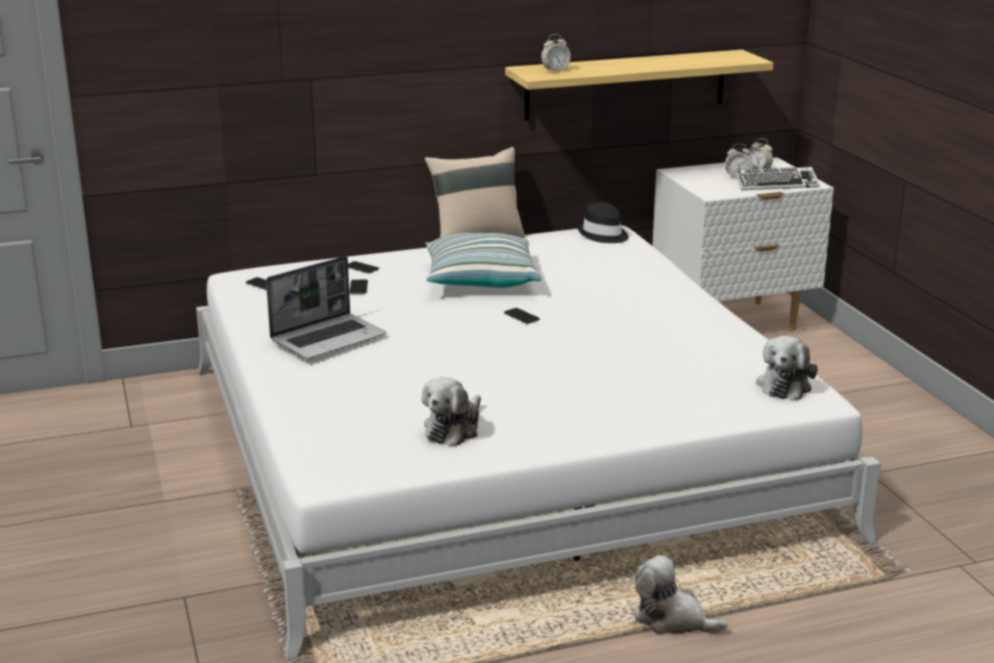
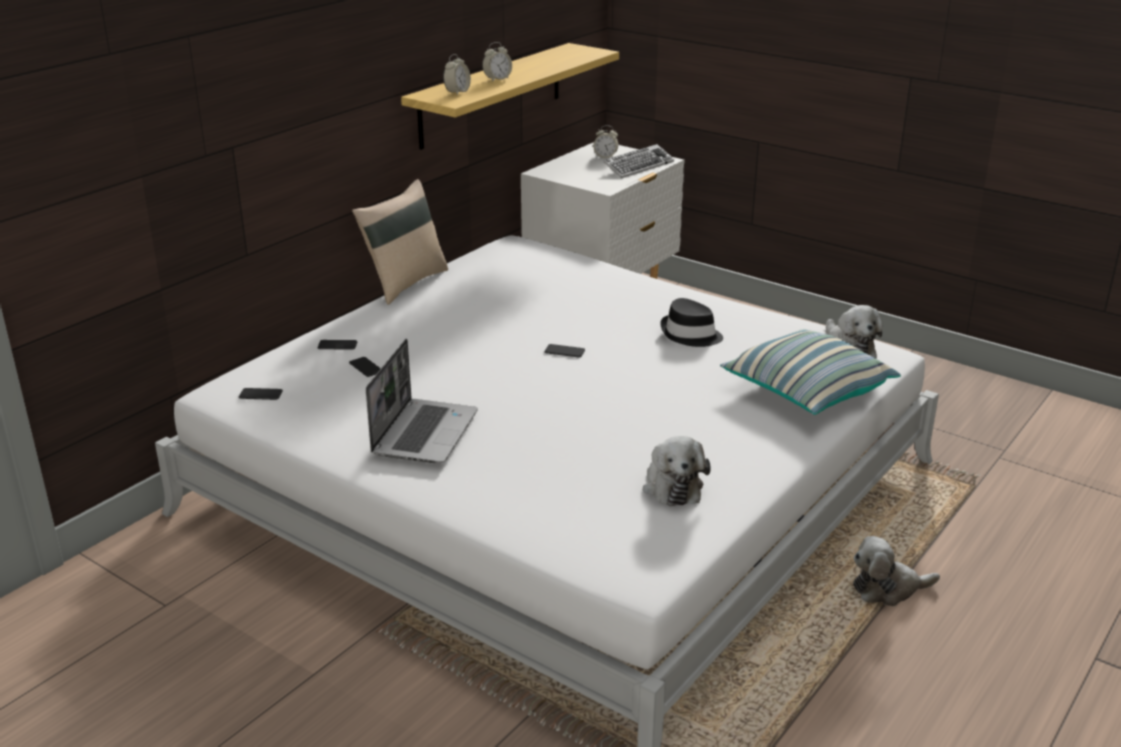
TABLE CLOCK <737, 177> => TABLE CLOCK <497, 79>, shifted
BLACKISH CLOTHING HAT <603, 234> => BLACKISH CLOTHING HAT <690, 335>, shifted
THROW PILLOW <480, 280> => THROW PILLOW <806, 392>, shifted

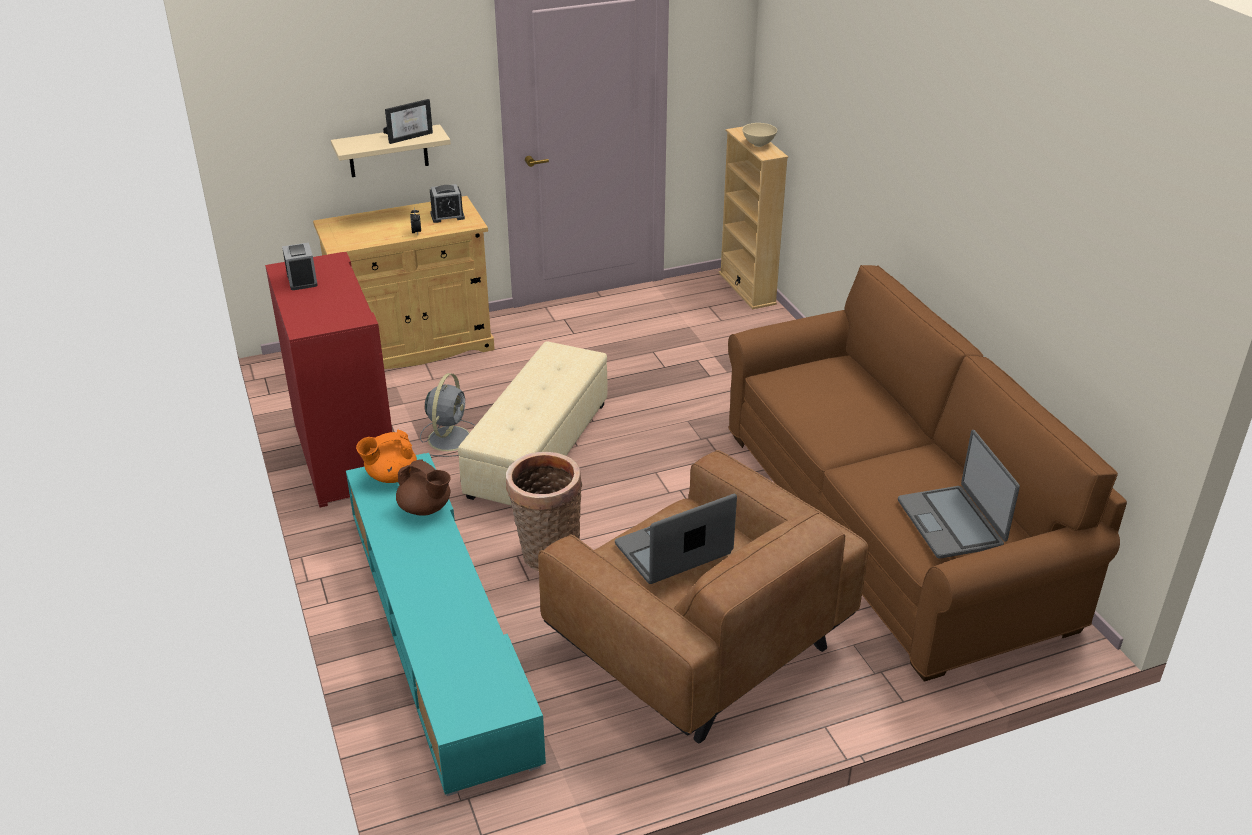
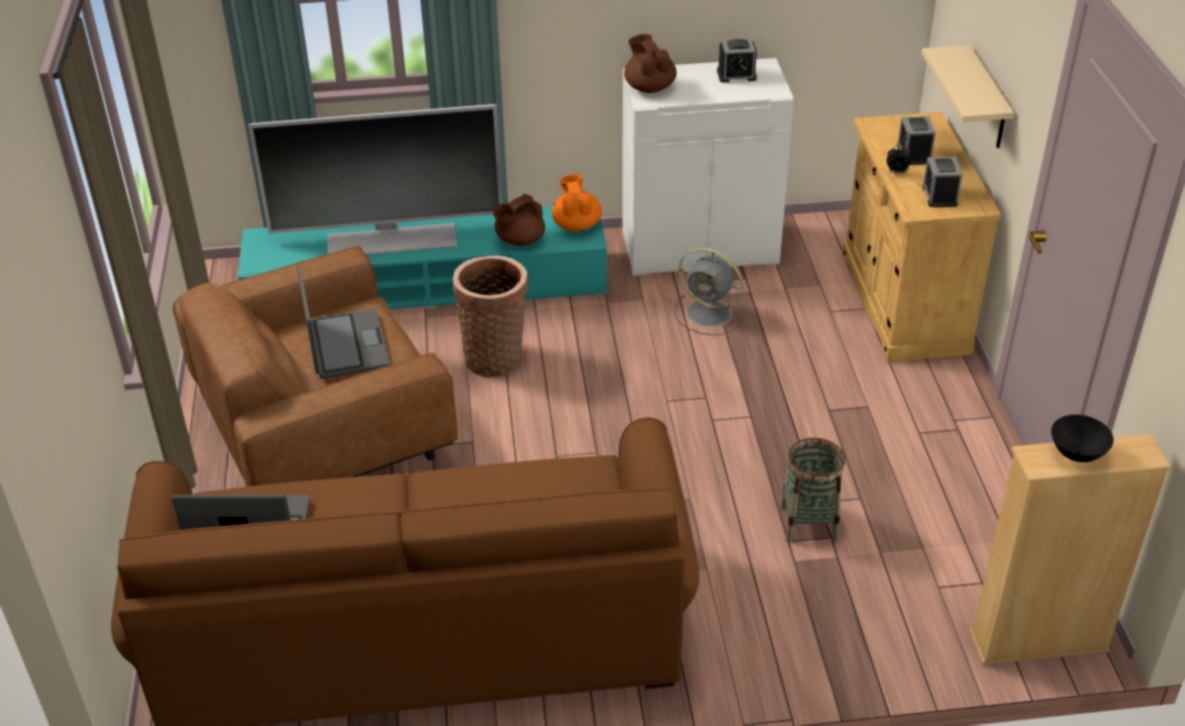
nothing => TV SET <391, 239>
REDDISH CABINET <343, 455> => WHITE-COLOURED CABINET <700, 247>
nothing => BROWN-COLOURED TEAPOT <649, 87>
nothing => BASKET <808, 523>
nothing => TABLE CLOCK <913, 154>
BEIGE BOWL <758, 144> => BLACKISH BOWL <1077, 455>
PHOTO FRAME <409, 136> => nothing
BEIGE OTTOMAN <538, 449> => nothing

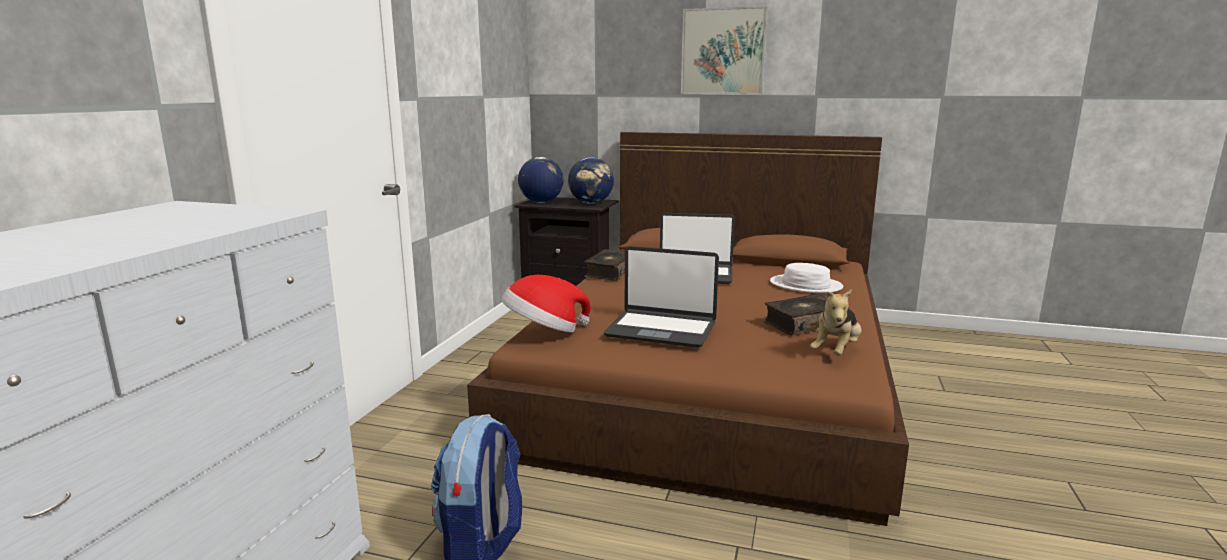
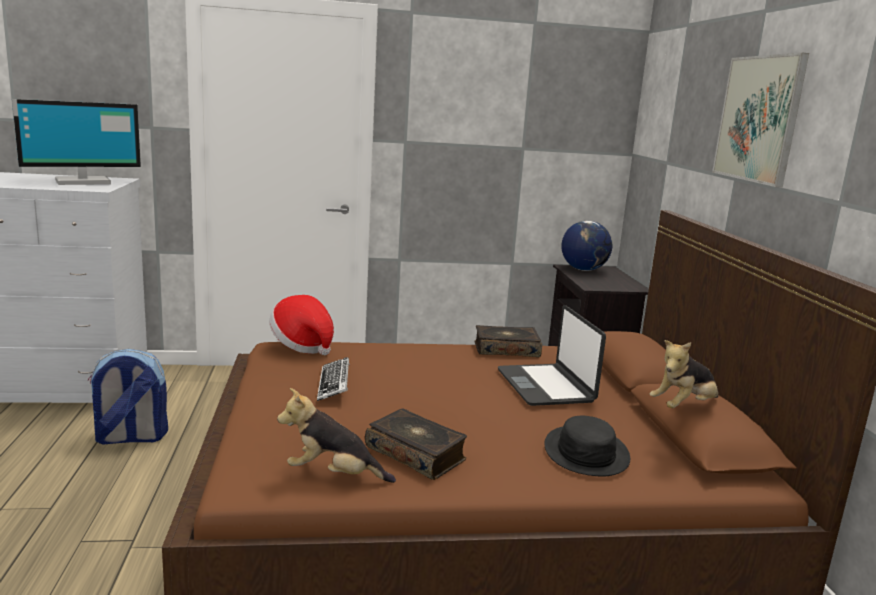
nothing => COMPUTER SCREEN <82, 181>
PORTABLE COMPUTER <661, 330> => PC KEYBOARD <334, 384>
WHITE-COLOURED CLOTHING HAT <805, 285> => BLACKISH CLOTHING HAT <585, 452>
nothing => CUDDLY TOY <684, 407>
GLOBE <591, 203> => nothing

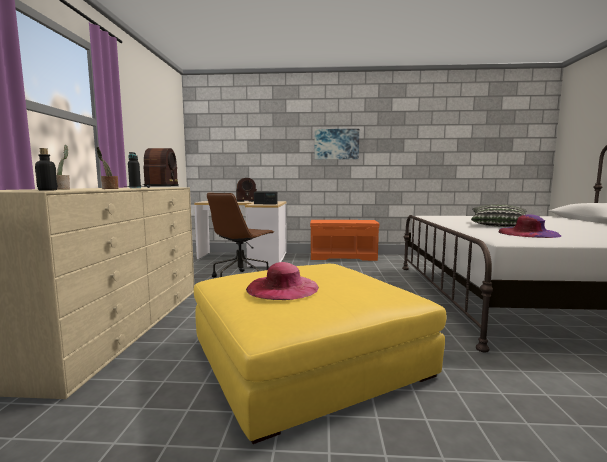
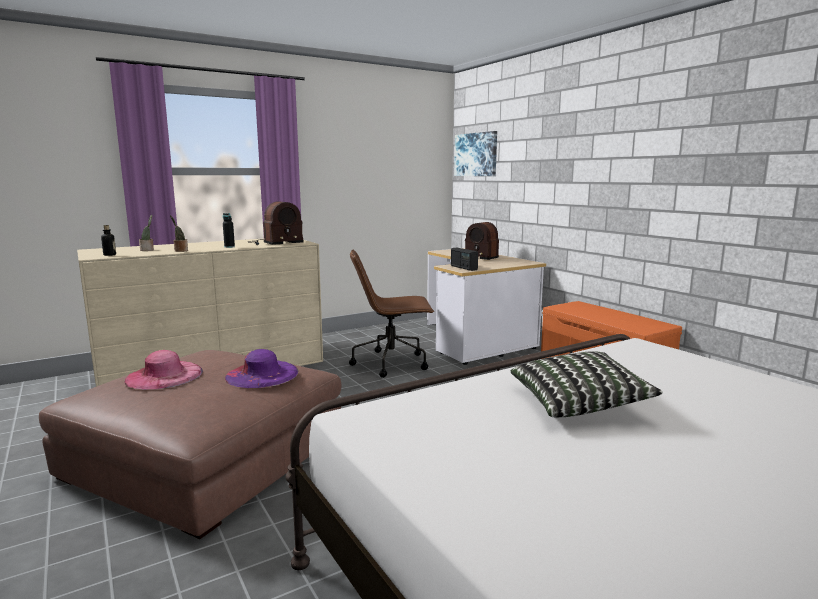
YELLOW OTTOMAN <306, 356> => BROWN-COLOURED OTTOMAN <207, 457>
PURPLE-COLOURED CLOTHING HAT <528, 233> => PURPLE-COLOURED CLOTHING HAT <262, 374>, shifted
WALL ART <336, 144> => WALL ART <476, 154>, shifted

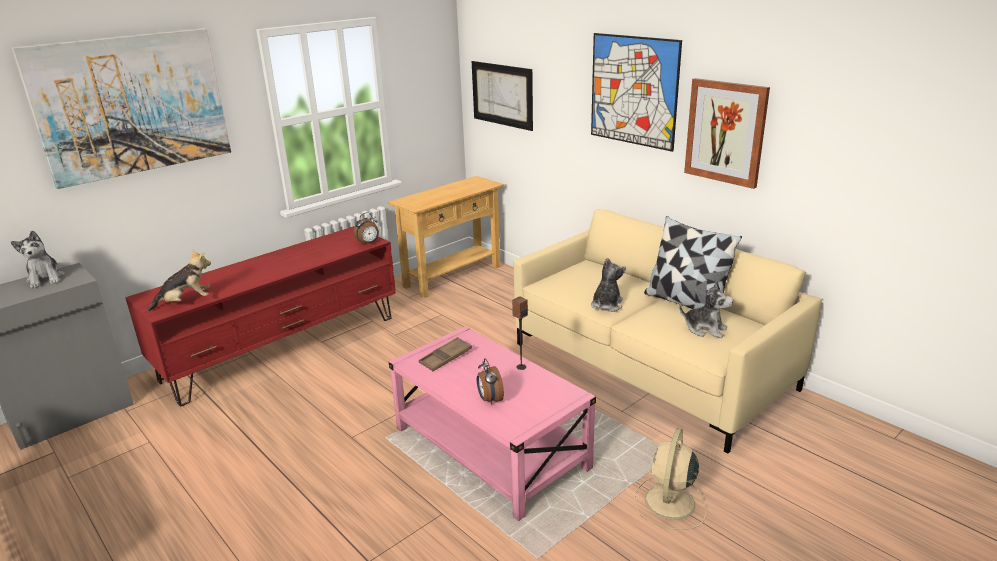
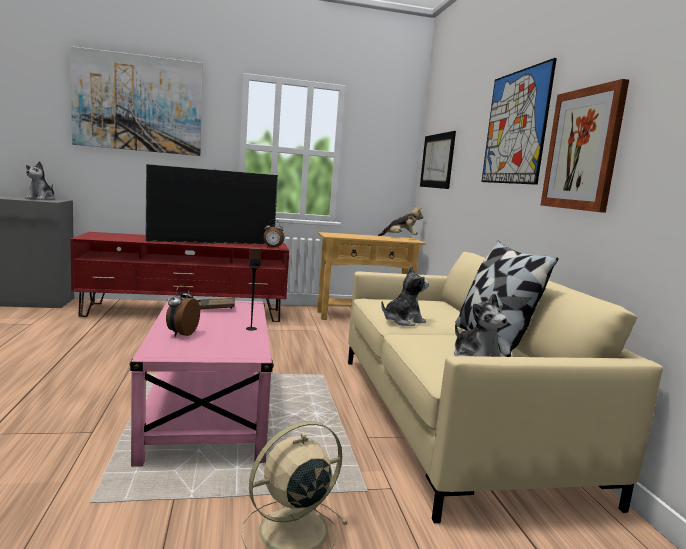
nothing => TV SET <212, 243>
CUDDLY TOY <186, 302> => CUDDLY TOY <400, 238>, shifted

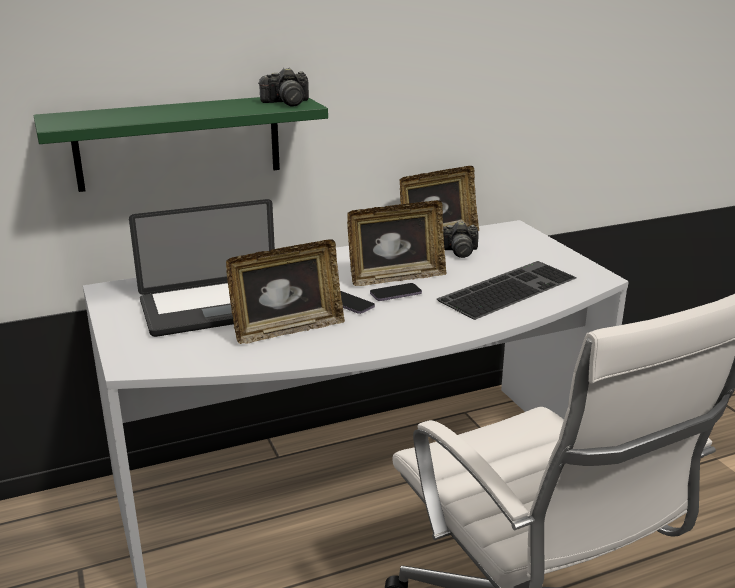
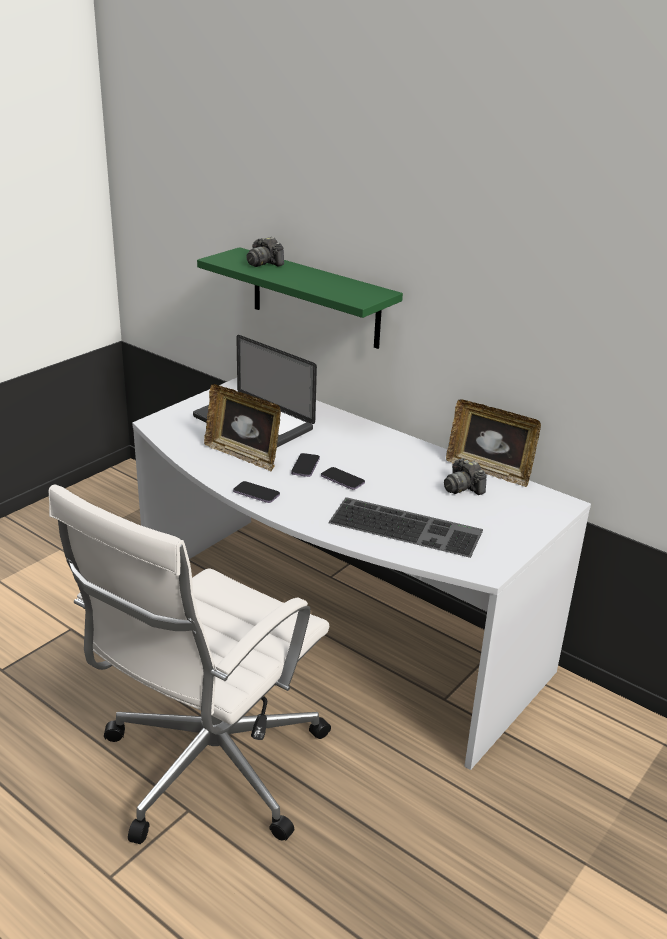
nothing => TELEPHONE <256, 494>
STILL CAMERA <287, 103> => STILL CAMERA <264, 263>, shifted
PHOTO FRAME <396, 277> => nothing

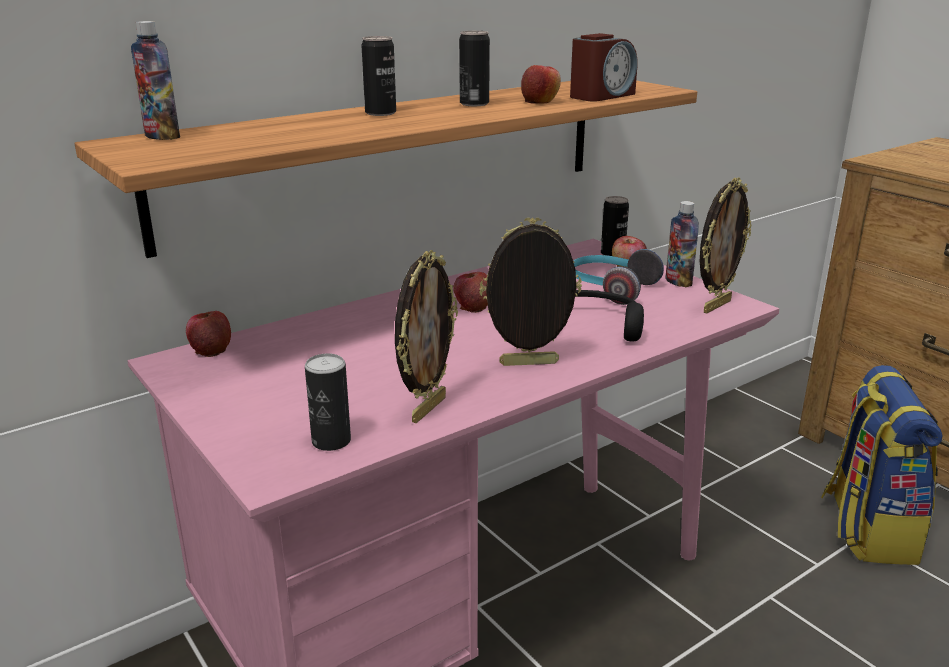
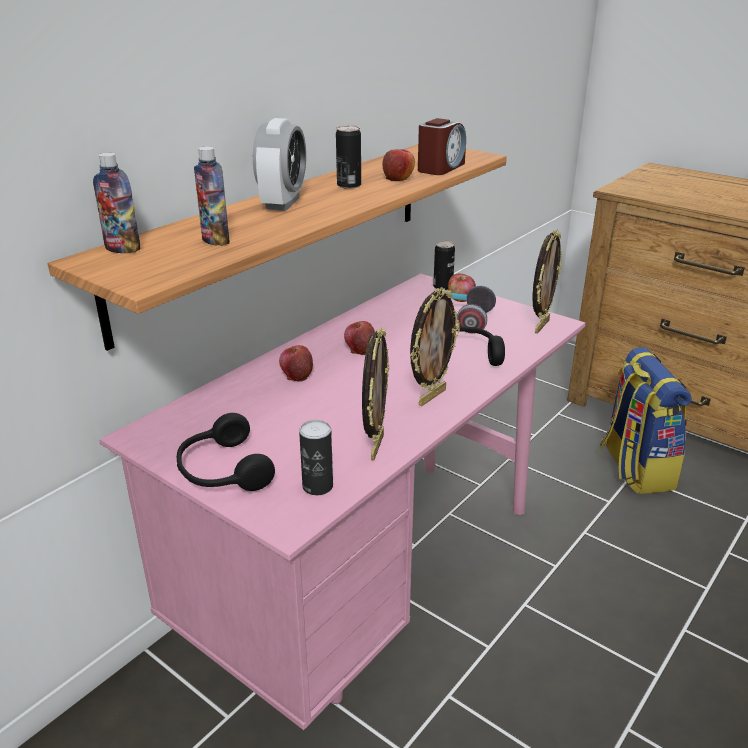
nothing => BLACKISH HEADPHONES <222, 471>
DRINK BOTTLE <678, 282> => DRINK BOTTLE <215, 241>, shifted
SEALED CAN <380, 113> => TABLE CLOCK <282, 203>
APPLE FRUIT <210, 349> => APPLE FRUIT <296, 375>, shifted
PHOTO FRAME <529, 365> => PHOTO FRAME <431, 396>, 150 degrees clockwise

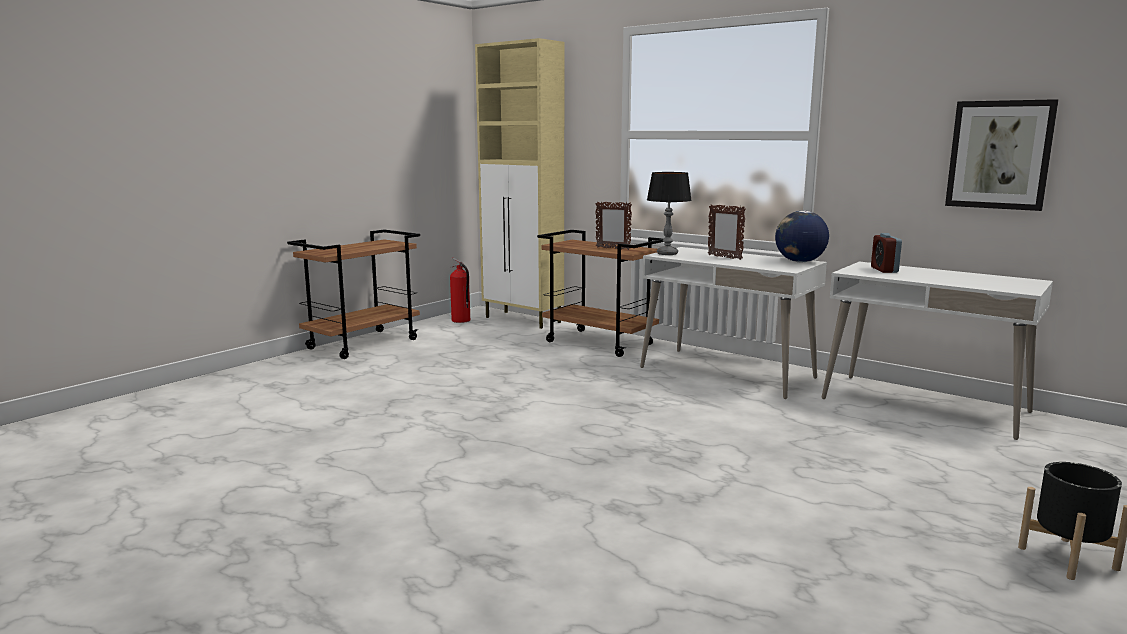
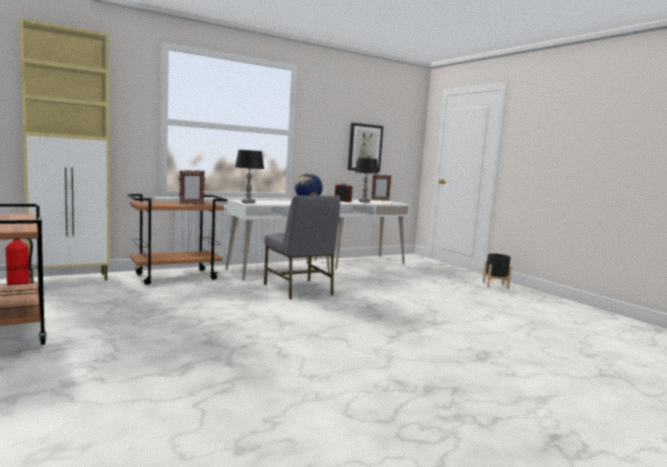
nothing => GREYISH CHAIR <299, 289>
nothing => TABLE LAMP <364, 202>
PHOTO FRAME <724, 257> => PHOTO FRAME <380, 200>, shifted

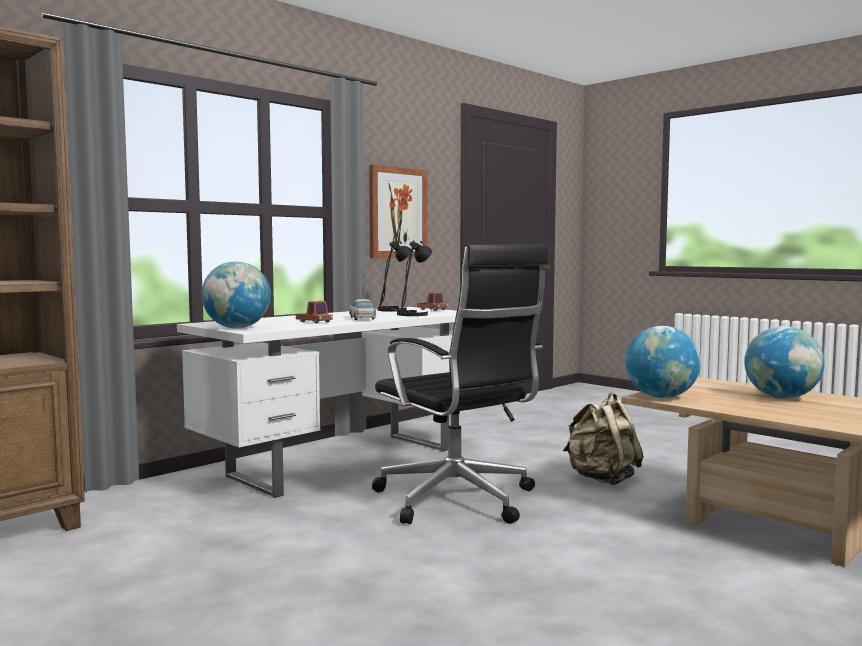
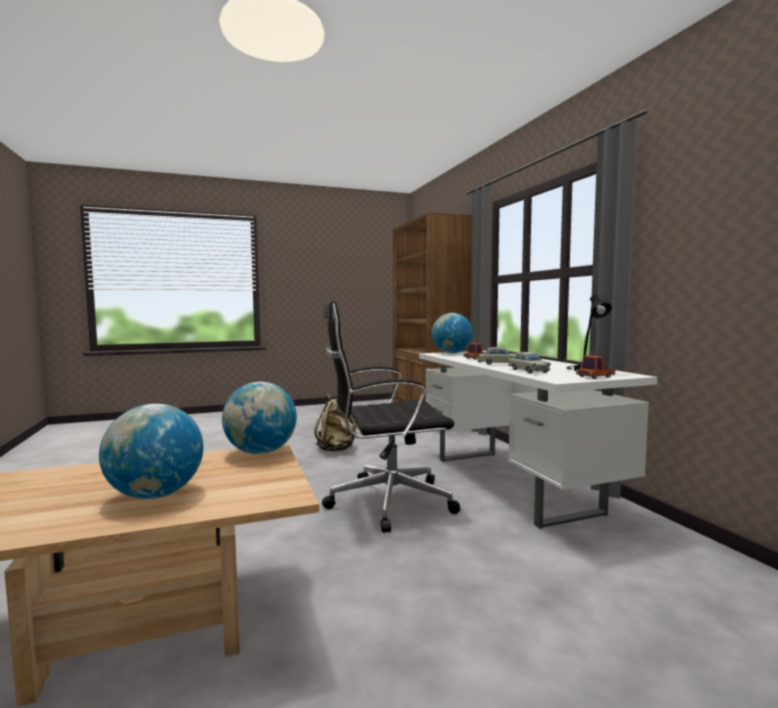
BEIGE BACKPACK <602, 479> => BEIGE BACKPACK <336, 449>, shifted
BLACKISH TABLE LAMP <414, 315> => BEIGE TOY CAR <528, 371>
WALL ART <397, 213> => nothing

